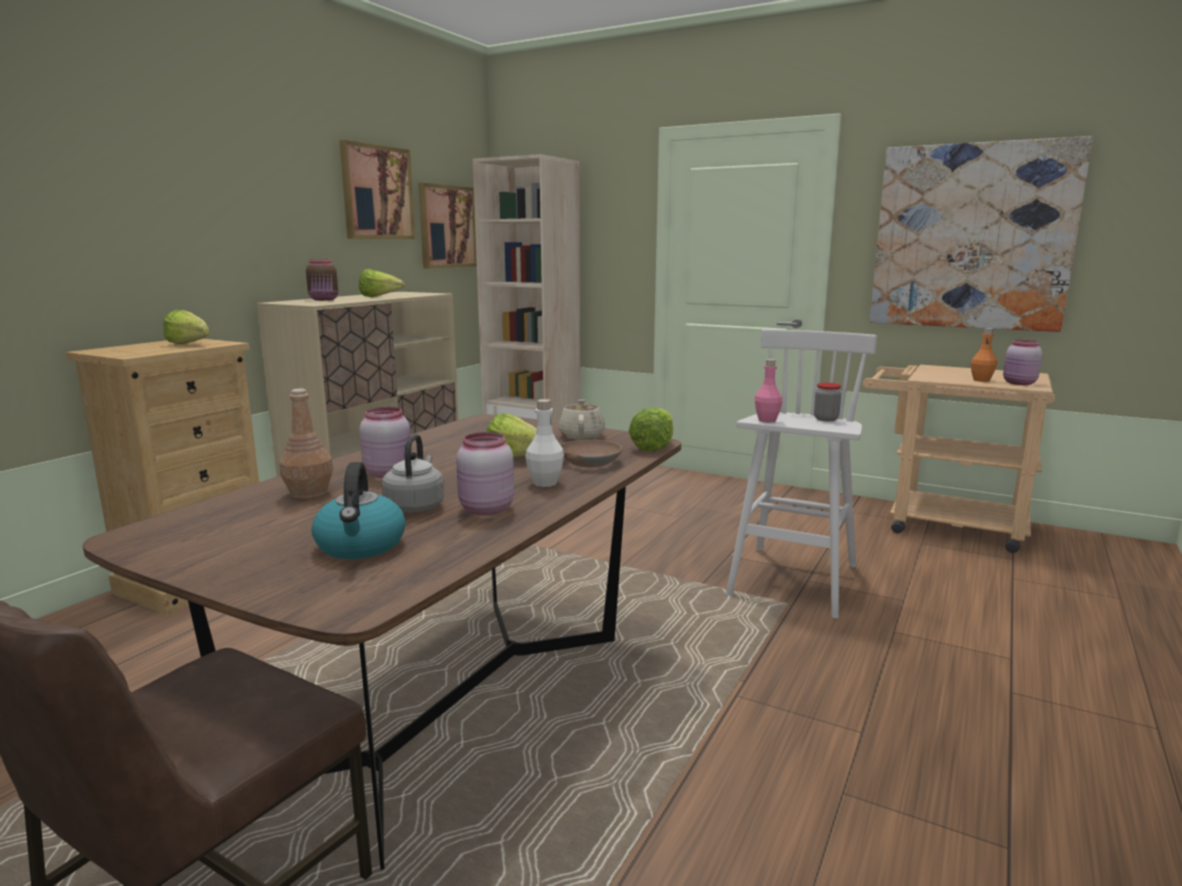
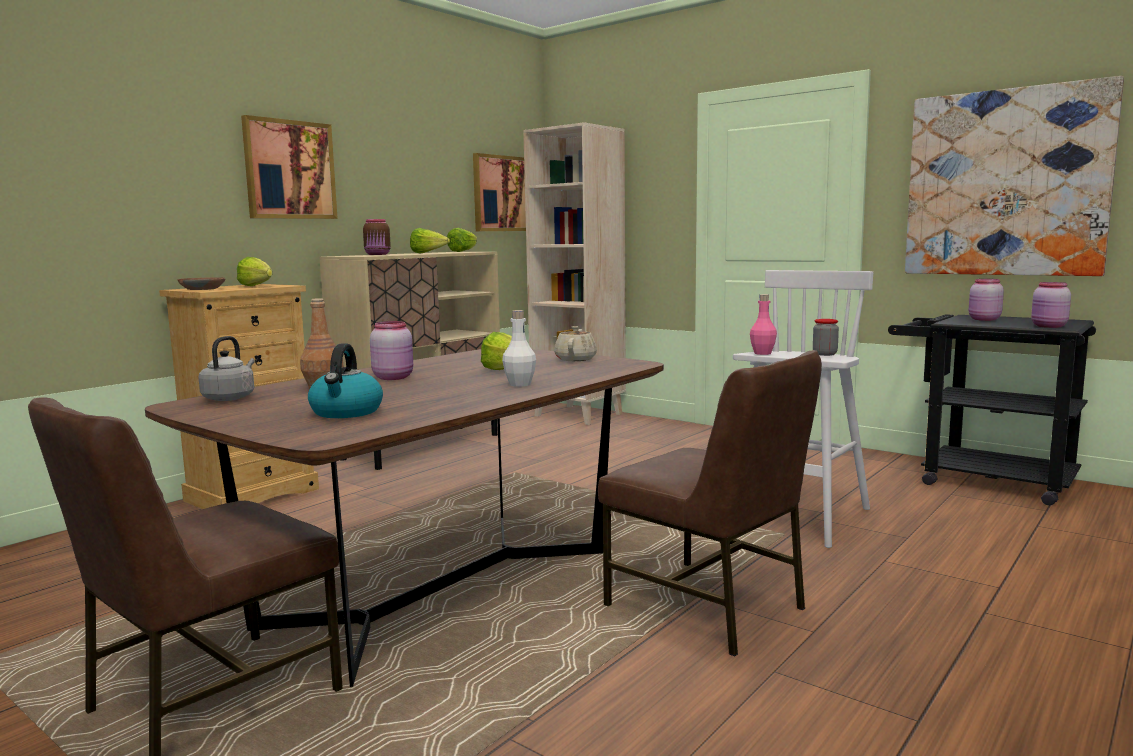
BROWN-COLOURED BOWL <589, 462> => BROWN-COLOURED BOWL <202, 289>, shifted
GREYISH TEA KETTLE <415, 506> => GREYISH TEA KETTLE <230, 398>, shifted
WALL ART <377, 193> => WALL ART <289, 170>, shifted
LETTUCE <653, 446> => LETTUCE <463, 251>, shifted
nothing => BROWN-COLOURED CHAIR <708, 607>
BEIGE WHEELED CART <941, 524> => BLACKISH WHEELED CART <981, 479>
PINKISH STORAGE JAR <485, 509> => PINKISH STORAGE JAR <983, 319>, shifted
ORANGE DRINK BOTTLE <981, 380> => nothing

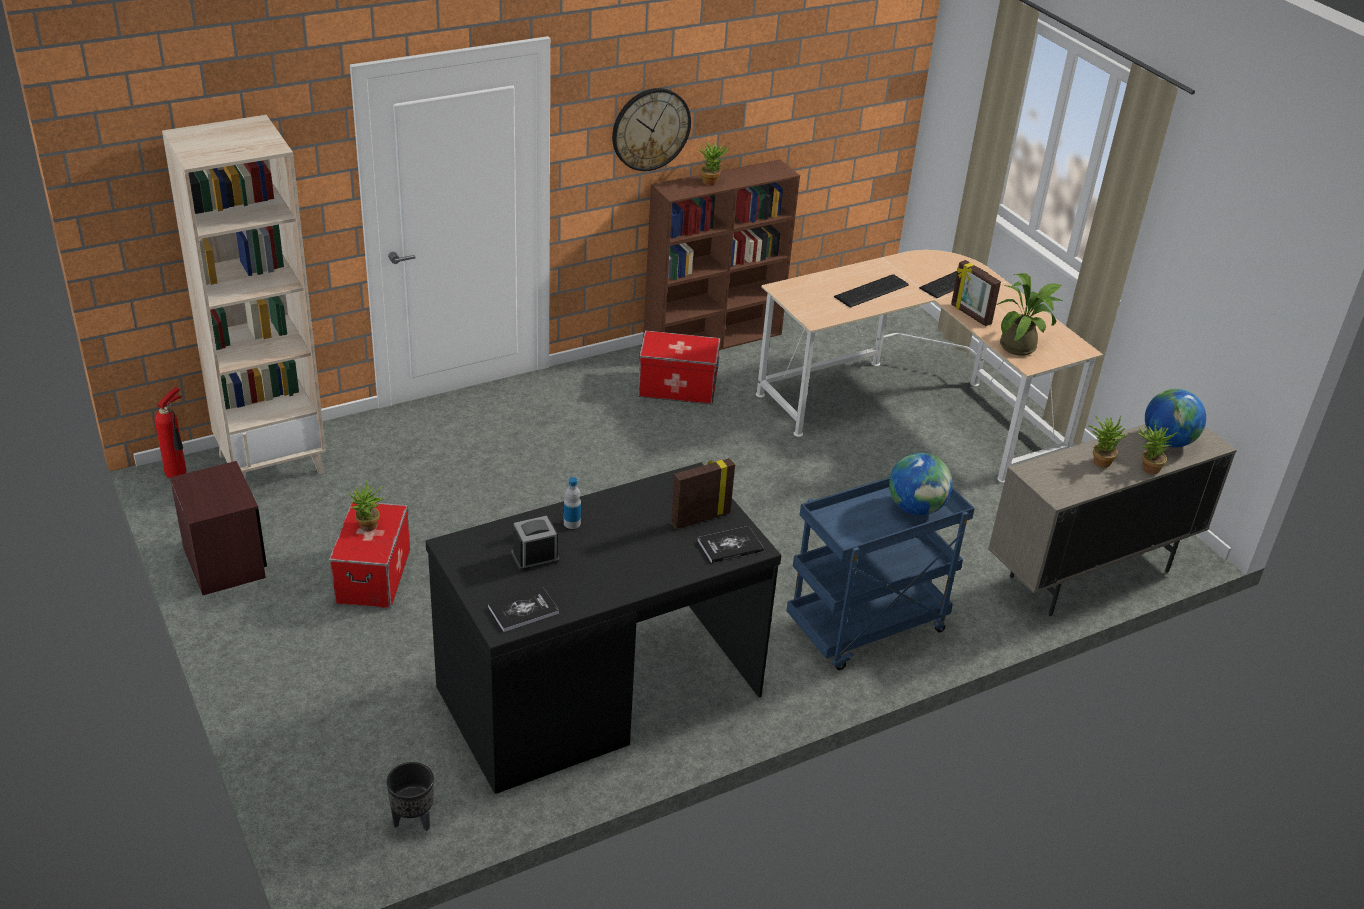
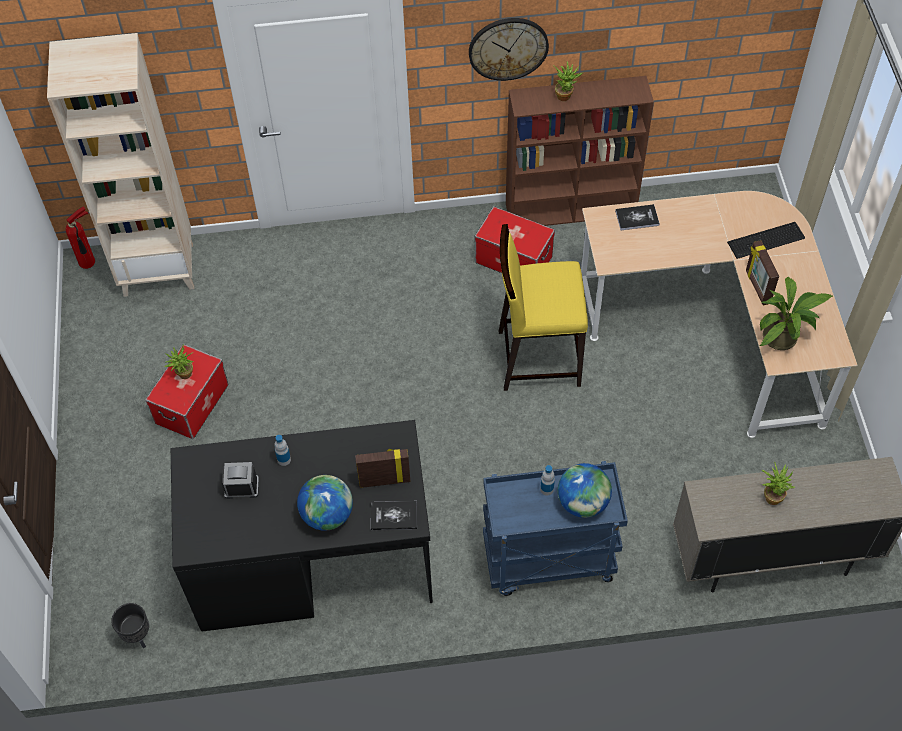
GLOBE <1167, 441> => GLOBE <327, 515>, shifted
nothing => YELLOW STOOL SEAT <537, 357>
nothing => DRINK BOTTLE <546, 489>
BOOK <523, 610> => BOOK <637, 218>, shifted
BROWN-COLOURED BEDSIDE TABLE <225, 562> => nothing
PC KEYBOARD <873, 291> => nothing
PLANT IN A POT <1147, 468> => nothing

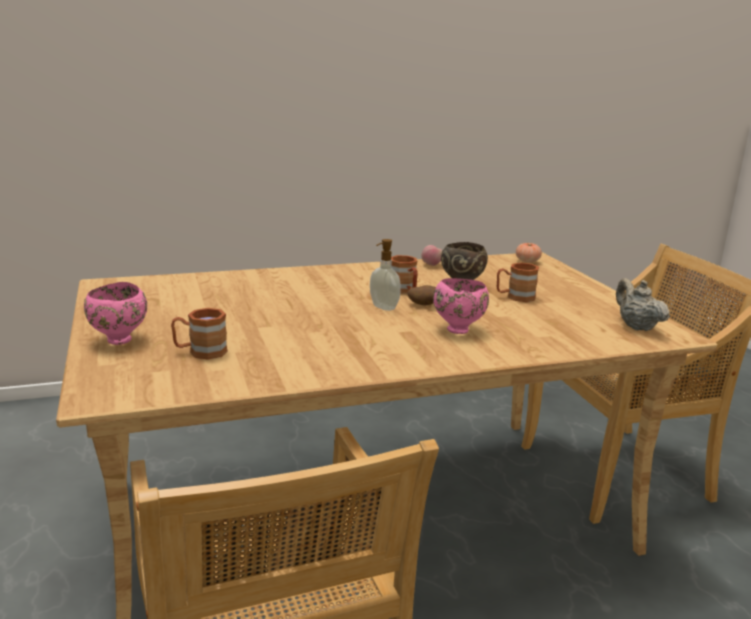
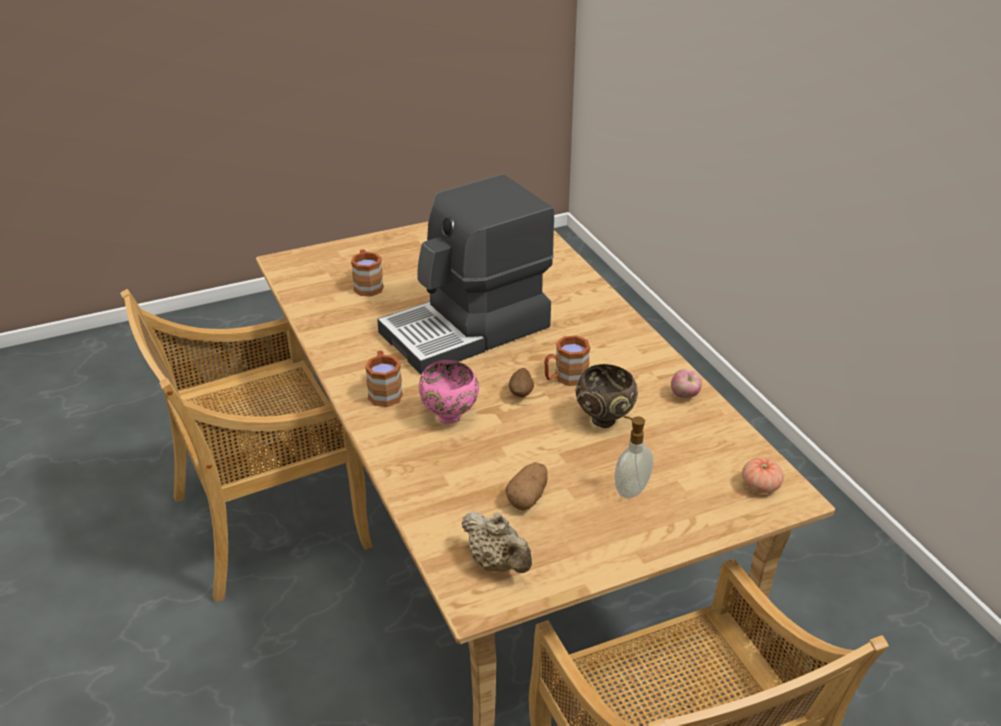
BROWN-COLOURED MUG <515, 297> => BROWN-COLOURED MUG <384, 391>, shifted
nothing => COFFEE MAKER <468, 330>
BEIGE TEAPOT <636, 327> => BEIGE TEAPOT <497, 564>, 75 degrees clockwise
nothing => SPUD <528, 498>
SOAP DISPENSER <383, 307> => SOAP DISPENSER <630, 489>, shifted
PINKISH BOWL <119, 341> => nothing

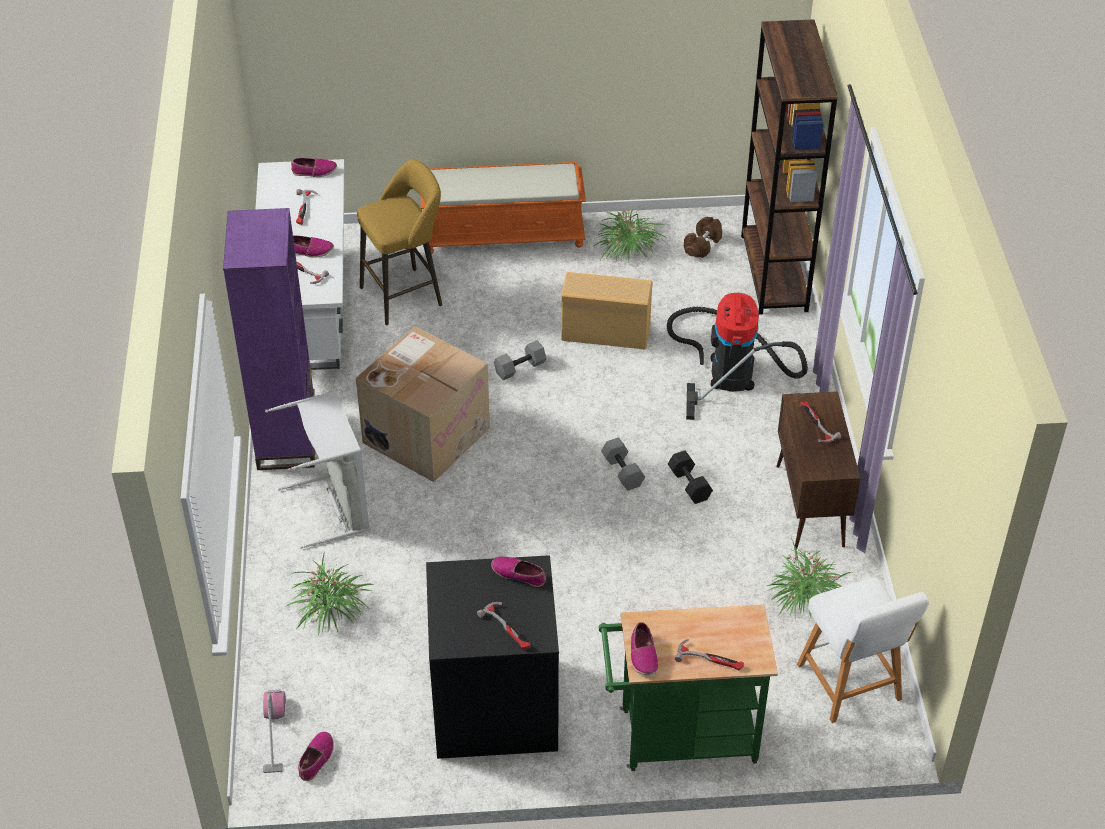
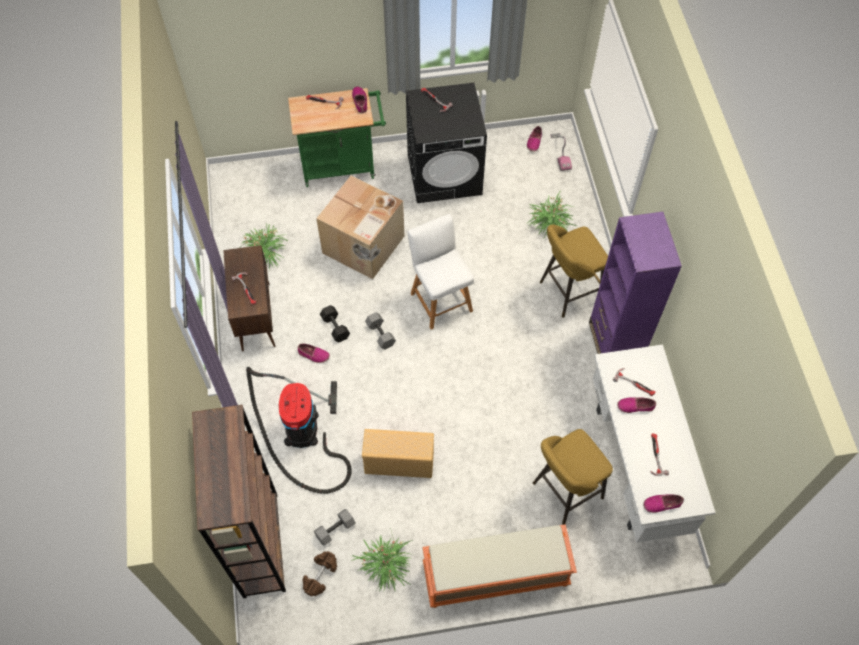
LOW SHOE <519, 574> => LOW SHOE <313, 355>, shifted
GREYISH HAND WEIGHT <520, 367> => GREYISH HAND WEIGHT <335, 530>, shifted
CARDBOARD BOX <426, 434> => CARDBOARD BOX <363, 245>, shifted
WHITE-COLOURED STOOL SEAT <851, 686> => WHITE-COLOURED STOOL SEAT <440, 299>, shifted
GREYISH WASHING BASKET <334, 507> => YELLOW STOOL SEAT <567, 292>

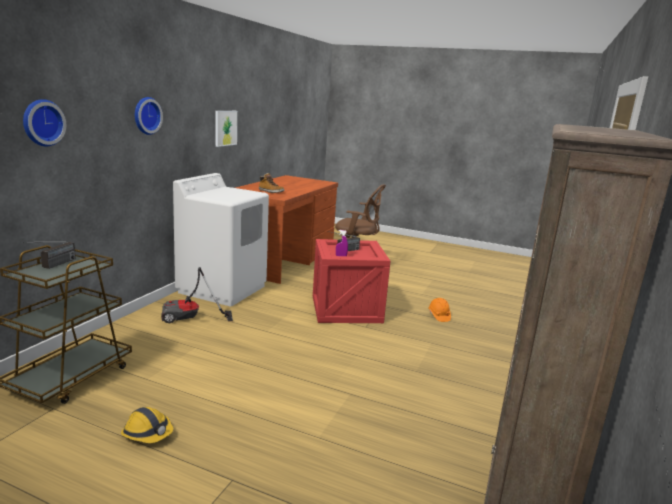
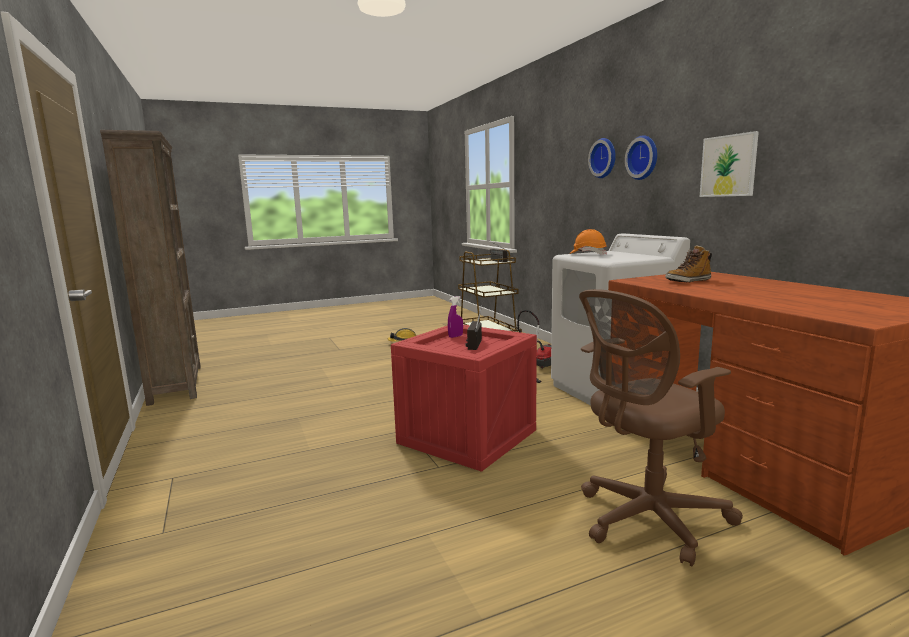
ORANGE HARD HAT <438, 316> => ORANGE HARD HAT <587, 254>, shifted
WALL CLOCK <42, 122> => WALL CLOCK <644, 158>, shifted

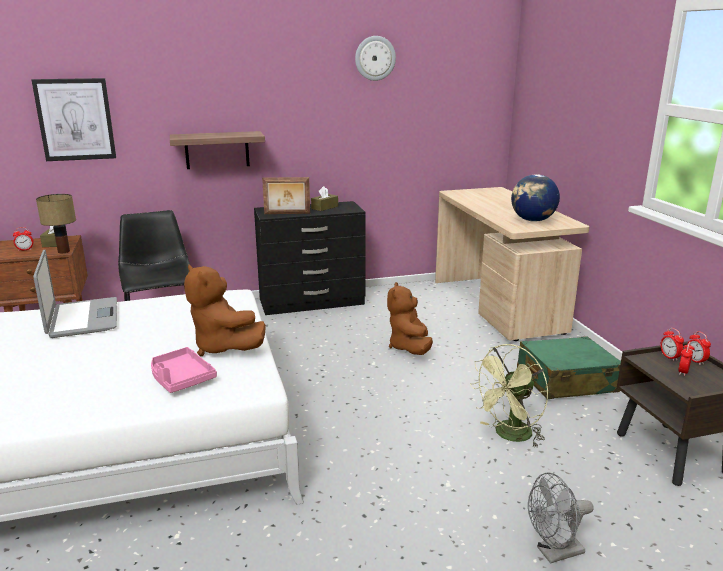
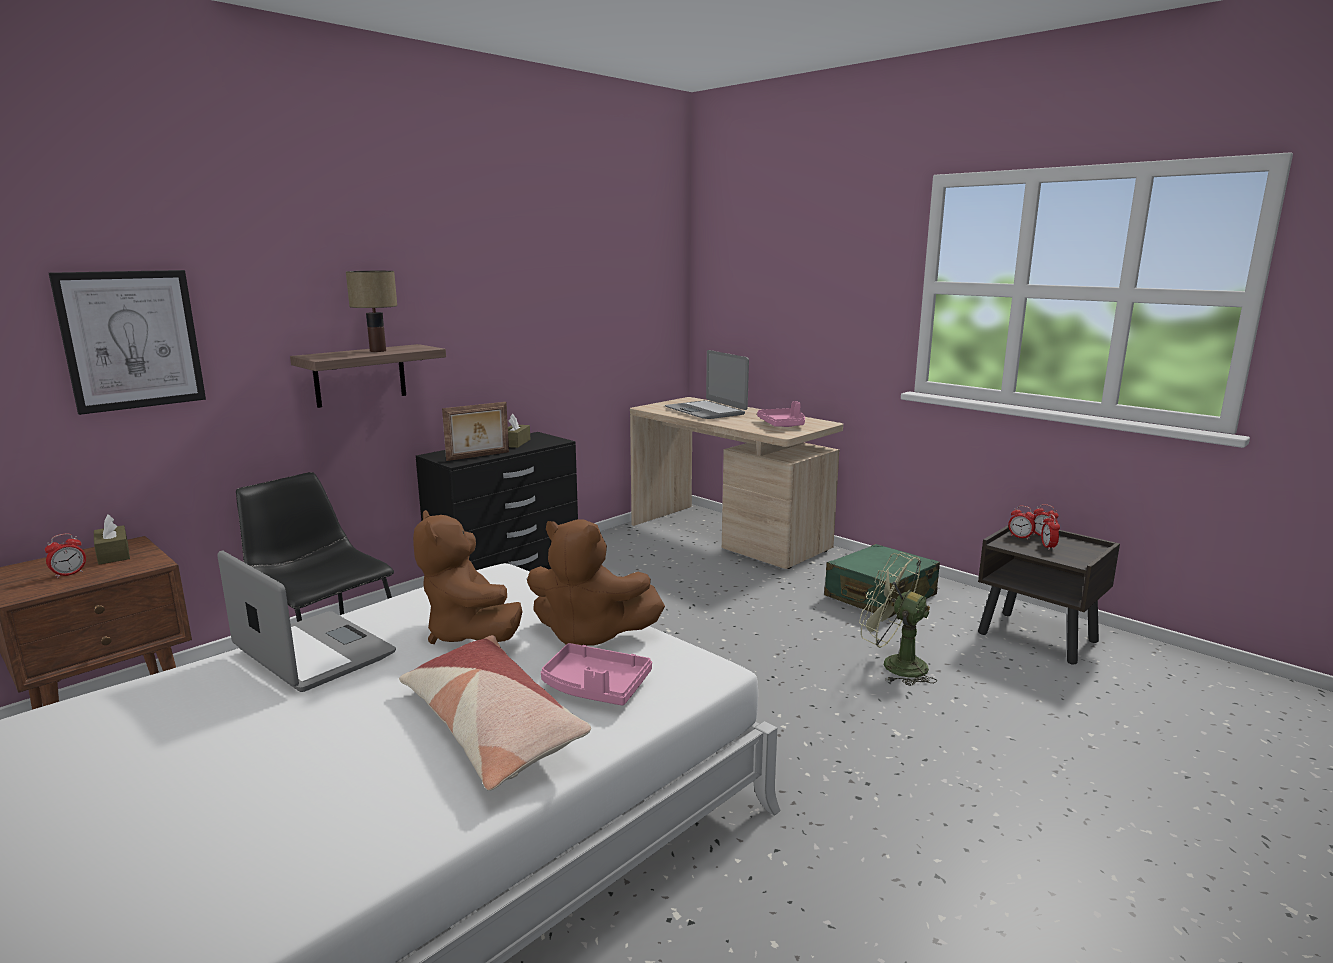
TABLE LAMP <63, 251> => TABLE LAMP <378, 351>, shifted
nothing => THROW PILLOW <491, 727>
BROWN-COLOURED CUDDLY TOY <409, 347> => BROWN-COLOURED CUDDLY TOY <470, 634>, shifted
nothing => PORTABLE COMPUTER <706, 411>
GLOBE <532, 220> => PINKISH SERVING TRAY <783, 425>
GREEN-COLOURED ELECTRIC FAN <509, 436> => GREEN-COLOURED ELECTRIC FAN <894, 665>, 105 degrees clockwise
WALL CLOCK <375, 58> => nothing
GREYISH ELECTRIC FAN <554, 553> => nothing

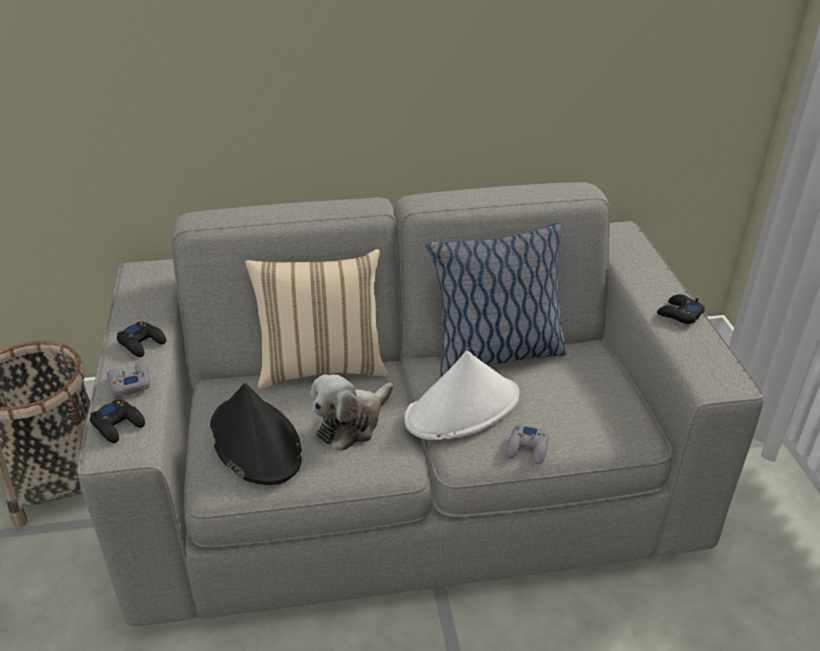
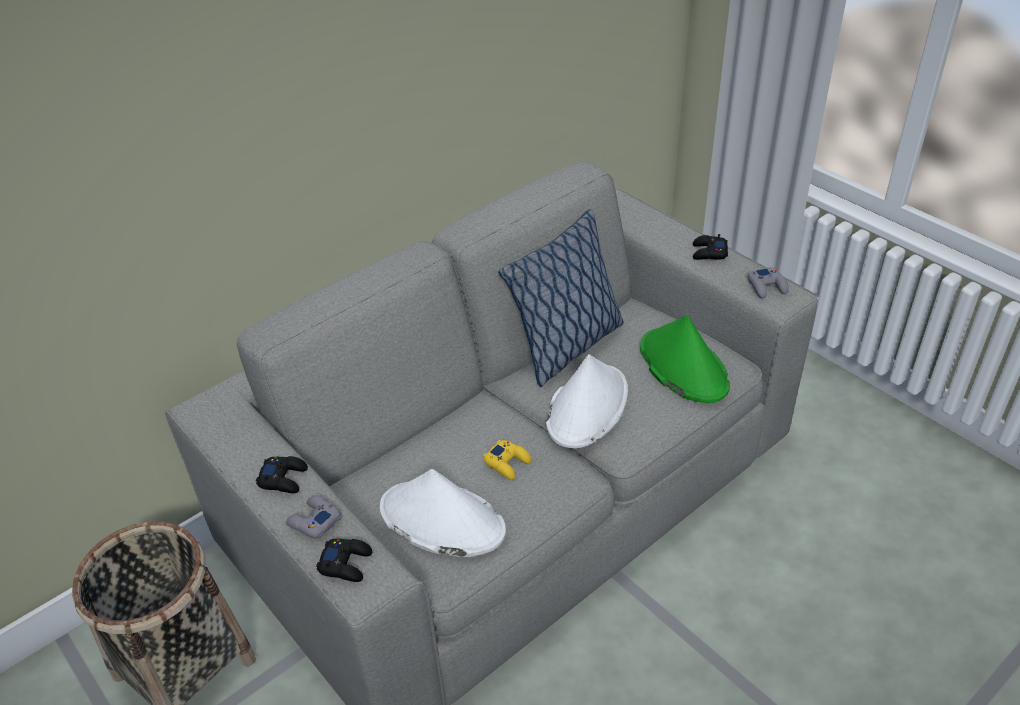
BLACKISH CLOTHING HAT <255, 441> => WHITE-COLOURED CLOTHING HAT <441, 520>
CUDDLY TOY <351, 423> => YELLOW GAME CONTROLLER <507, 463>
nothing => GREEN-COLOURED CLOTHING HAT <683, 366>
GREYISH GAME CONTROLLER <527, 448> => GREYISH GAME CONTROLLER <767, 287>, shifted
BEIGE THROW PILLOW <322, 366> => nothing

